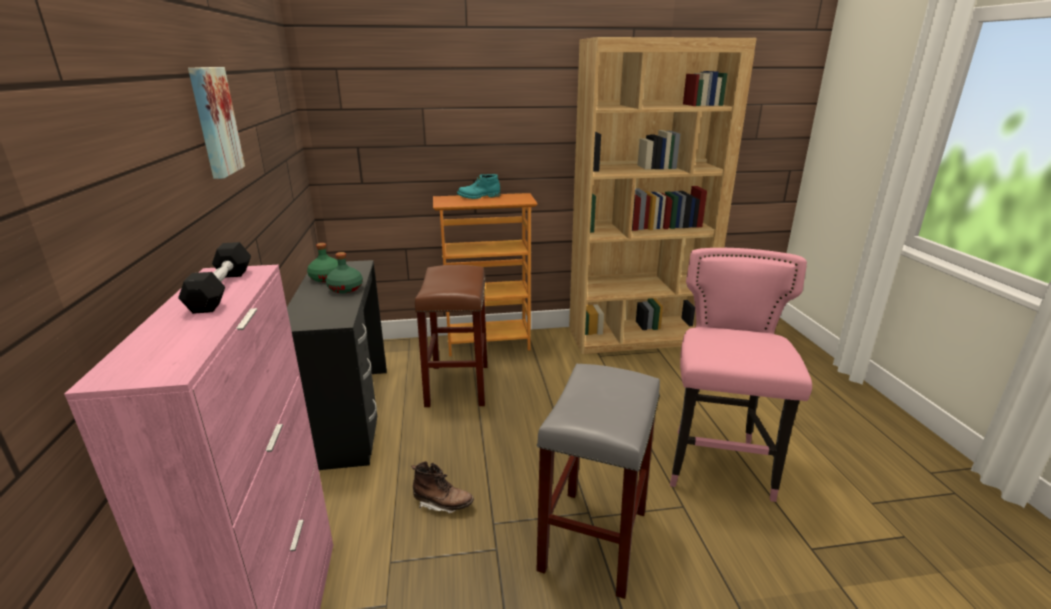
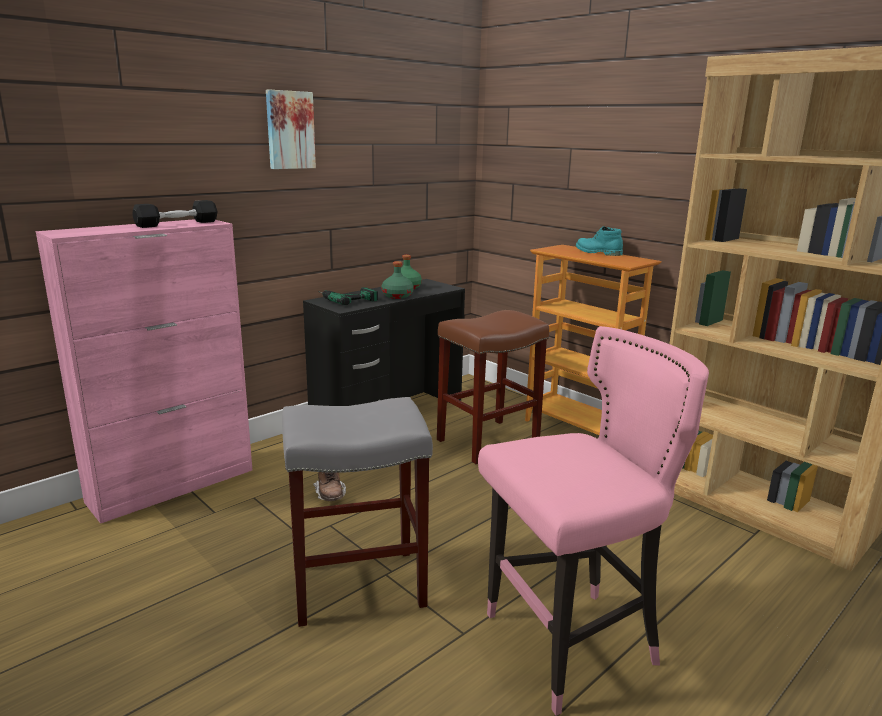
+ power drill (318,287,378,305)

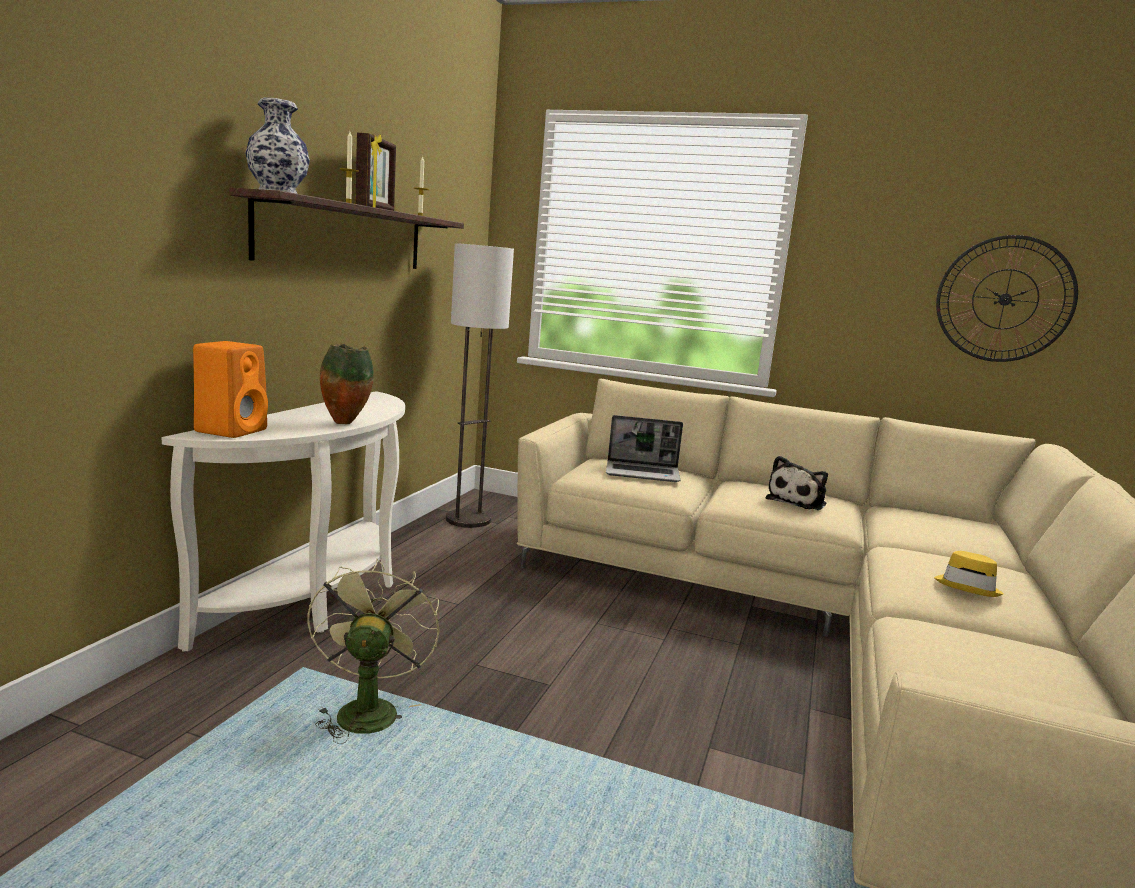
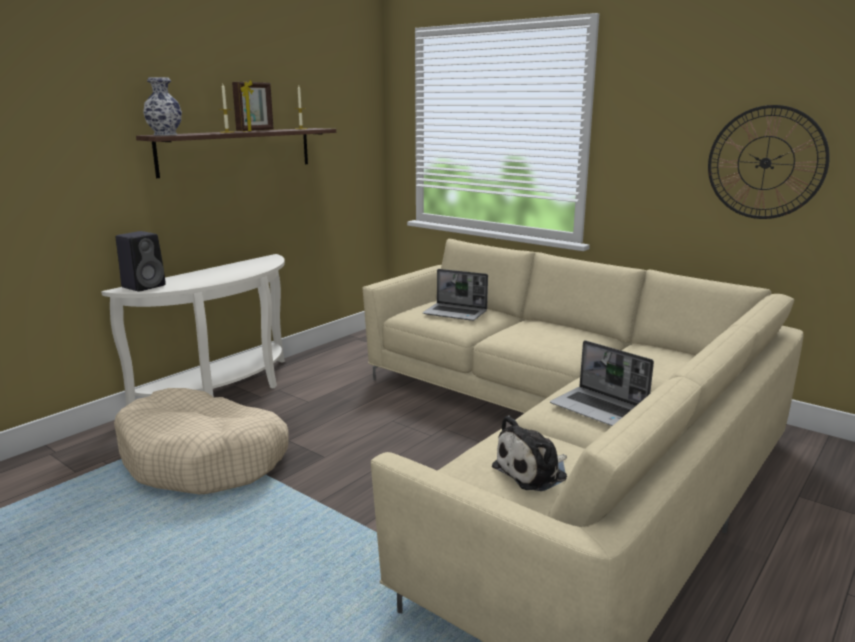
- vase (320,343,374,424)
- floor lamp (446,243,514,528)
~ plush toy (766,456,828,510) to (492,415,567,491)
~ fan (green) (308,558,440,744) to dog bed (beige) (114,388,289,494)
~ hat (yellow) (934,551,1003,597) to laptop (550,340,654,426)
~ speaker (orange) (193,341,268,438) to speaker (black) (116,231,166,292)

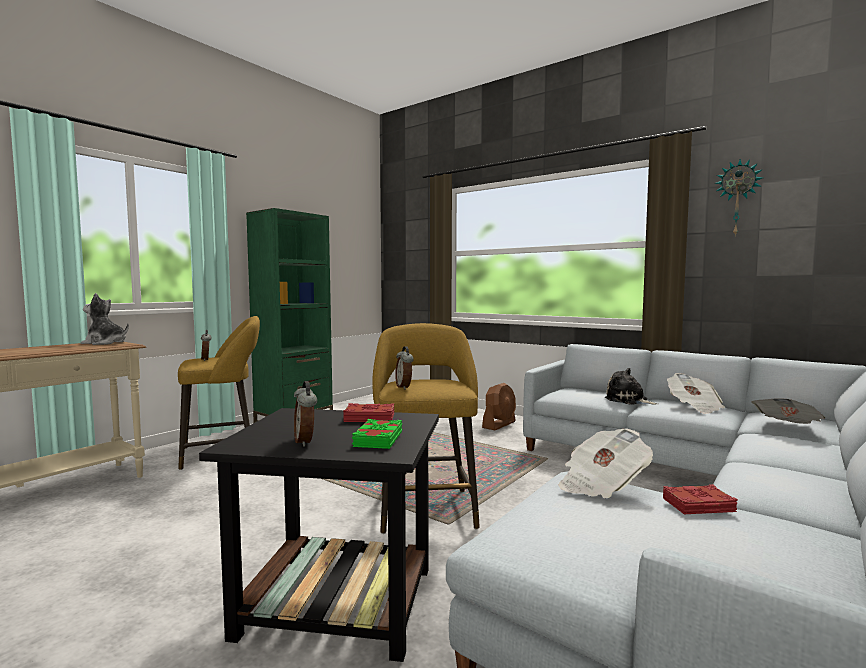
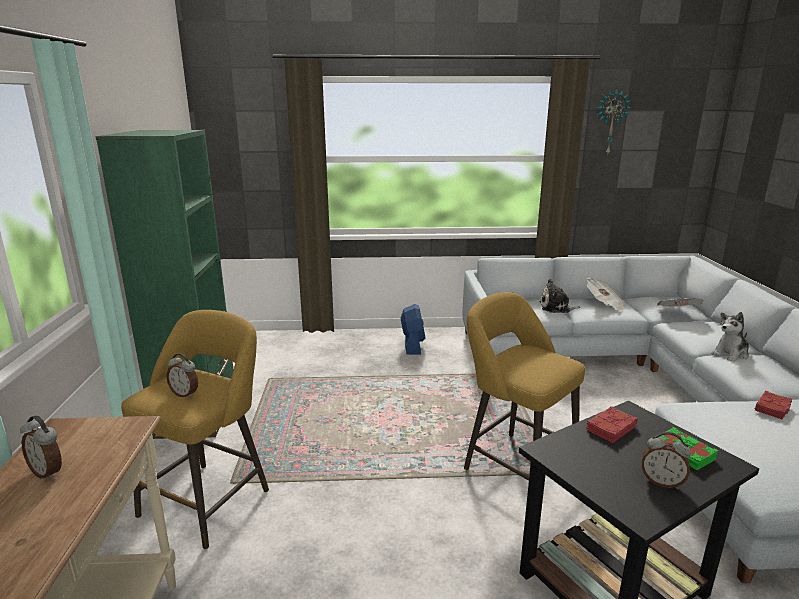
- newspaper (558,429,653,498)
~ plush toy (81,293,129,345) to (711,312,749,362)
~ alarm clock (395,346,414,390) to (20,415,62,480)
~ fan (brown) (482,383,516,430) to fan (blue) (401,304,426,355)

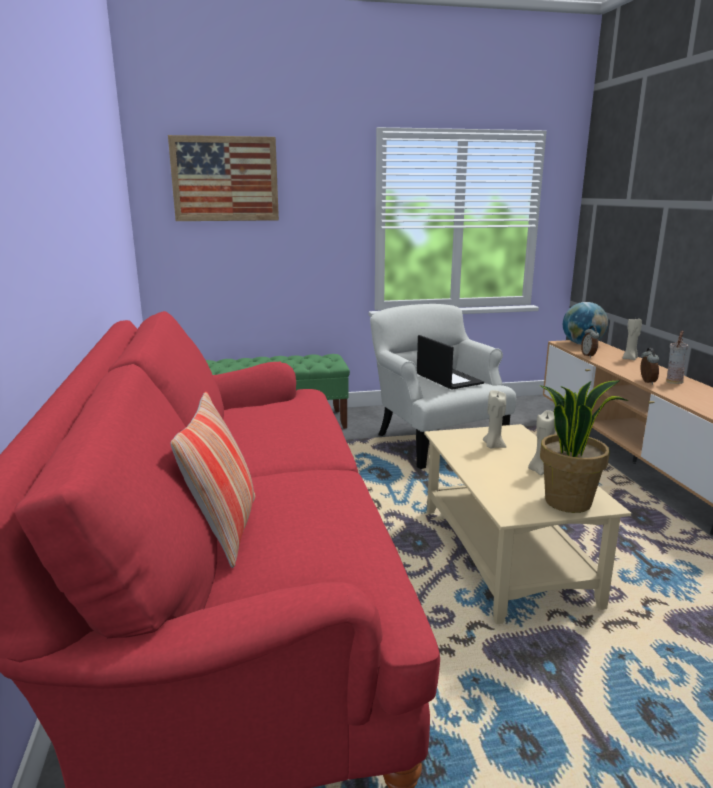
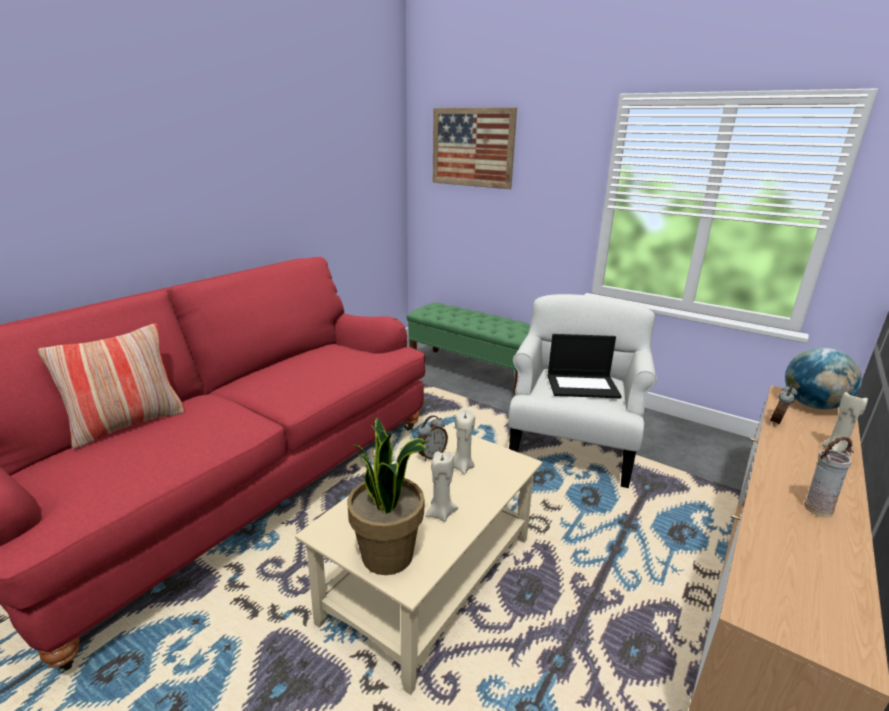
~ alarm clock (641,348,659,385) to (418,415,448,461)
~ laptop (417,335,484,390) = (548,334,622,398) 75 degrees clockwise

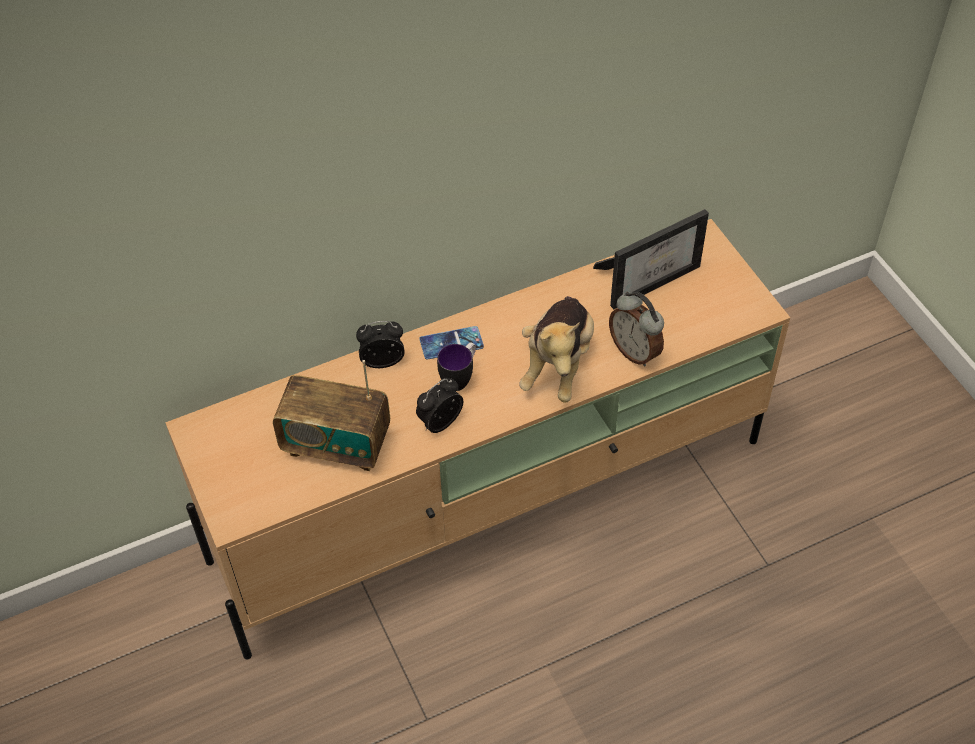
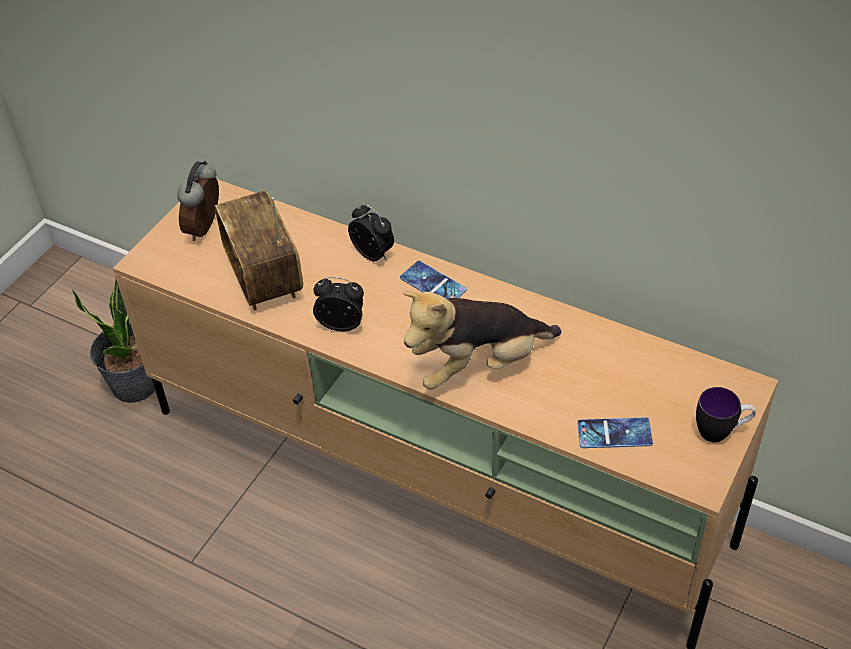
- picture frame (593,209,709,309)
+ potted plant (72,279,155,403)
+ phone (577,417,653,448)
~ mug (437,342,476,391) to (696,387,756,443)
~ alarm clock (609,292,664,367) to (177,161,219,241)

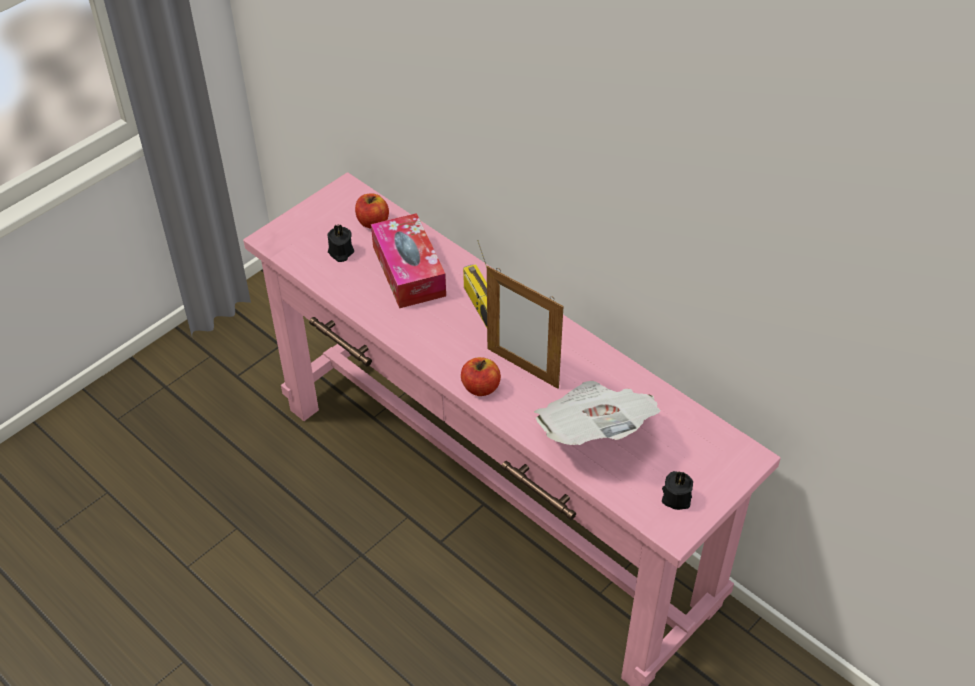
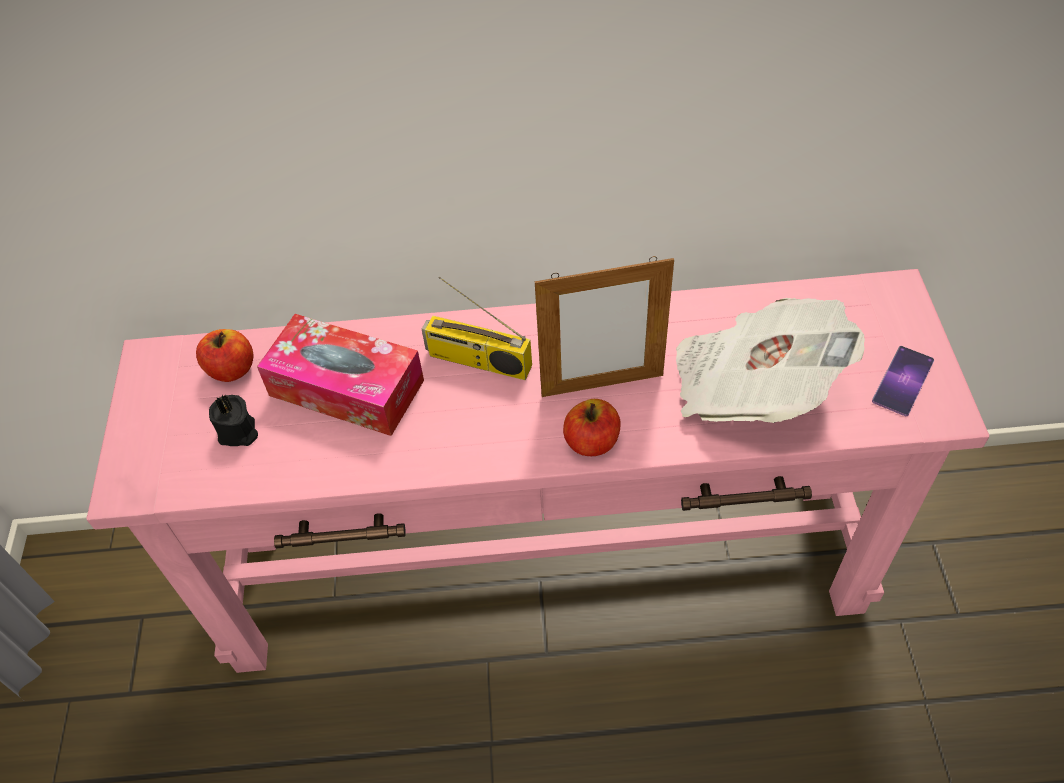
~ candle (black) (662,471,693,510) to phone (872,346,934,416)

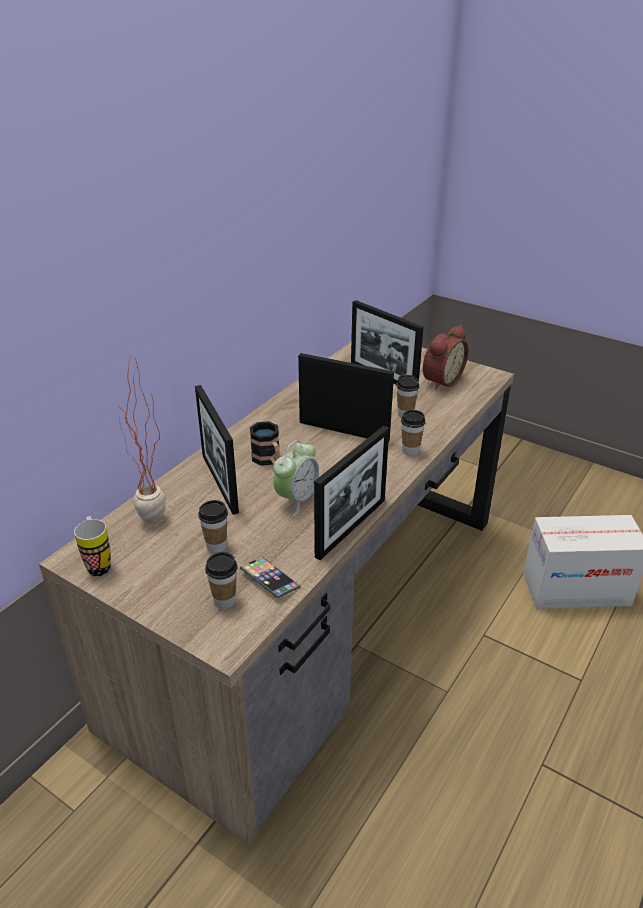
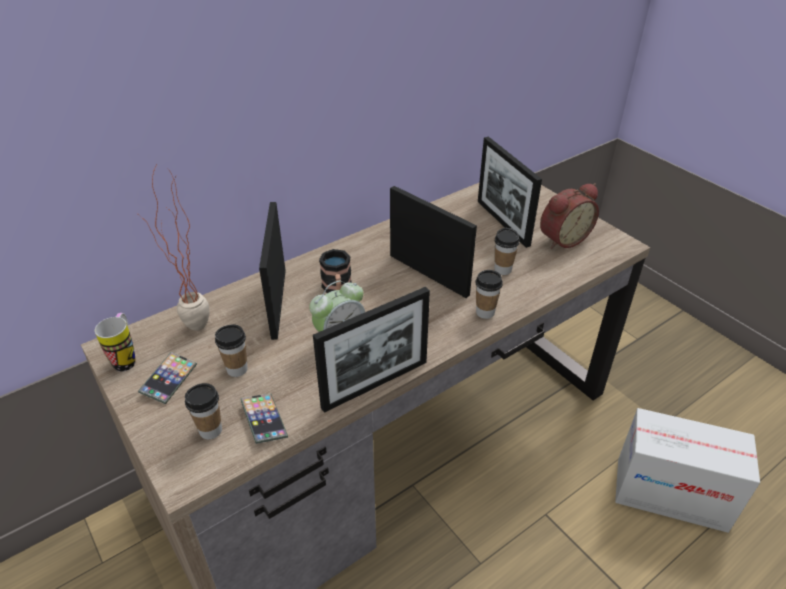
+ phone (138,352,197,404)

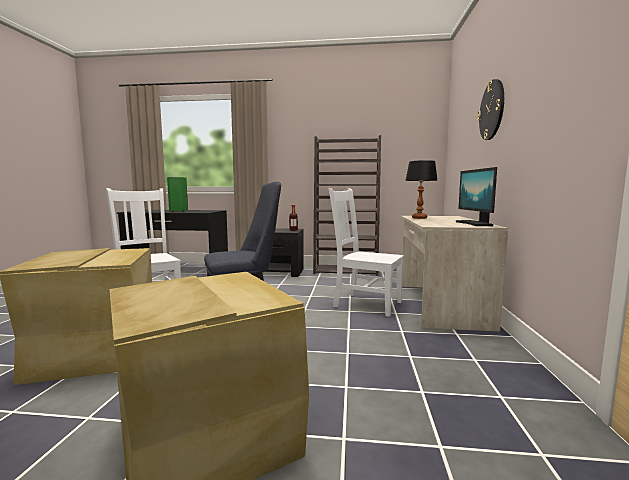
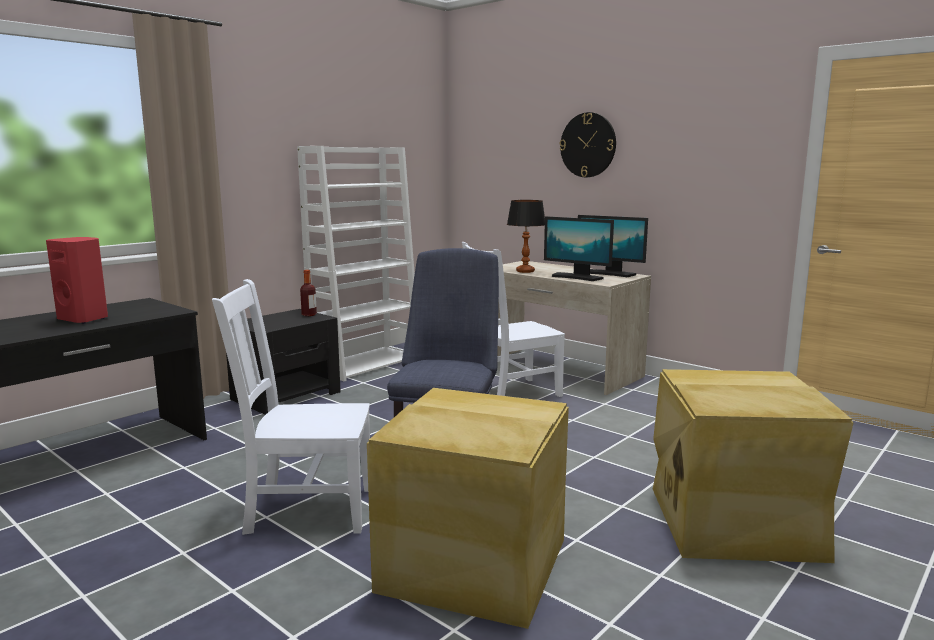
+ monitor (544,216,614,281)
~ speaker (green) (167,177,188,212) to speaker (red) (46,237,108,324)
~ bookcase (brown) (313,135,381,276) to bookcase (white) (297,146,415,381)

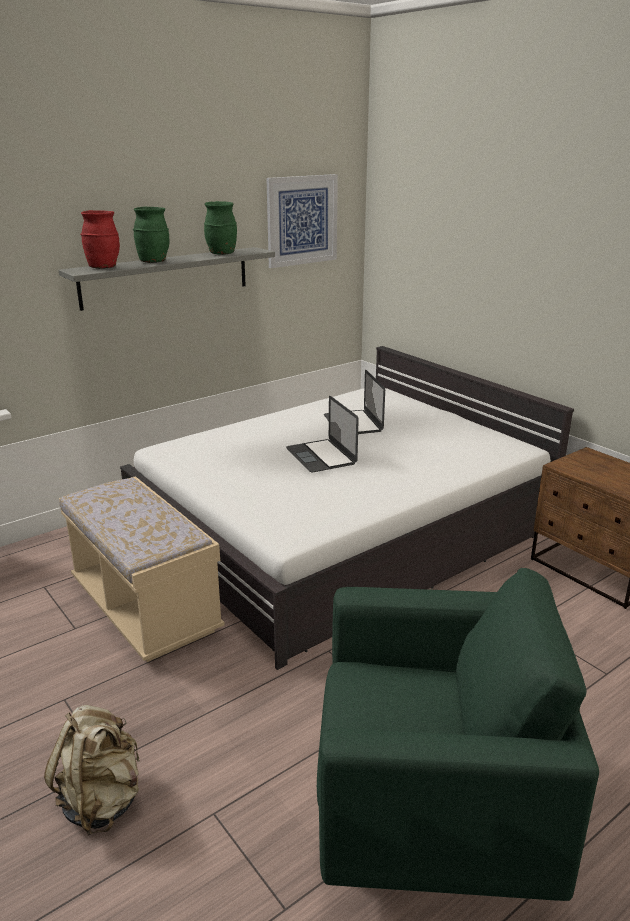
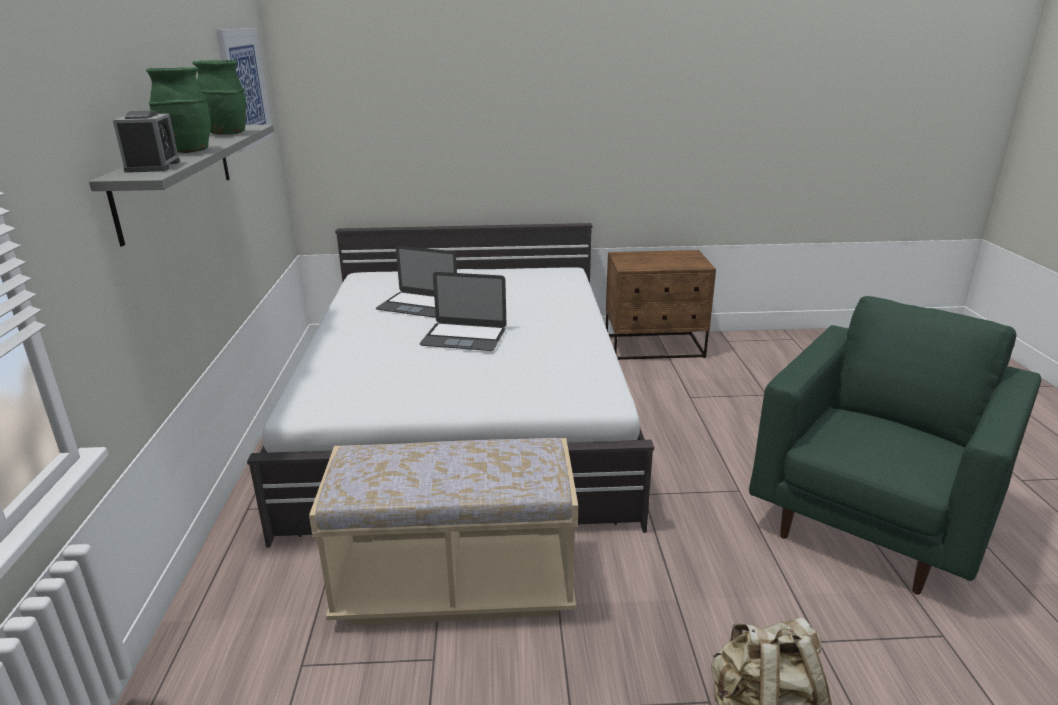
~ vase (red) (80,210,120,269) to alarm clock (113,111,180,173)

